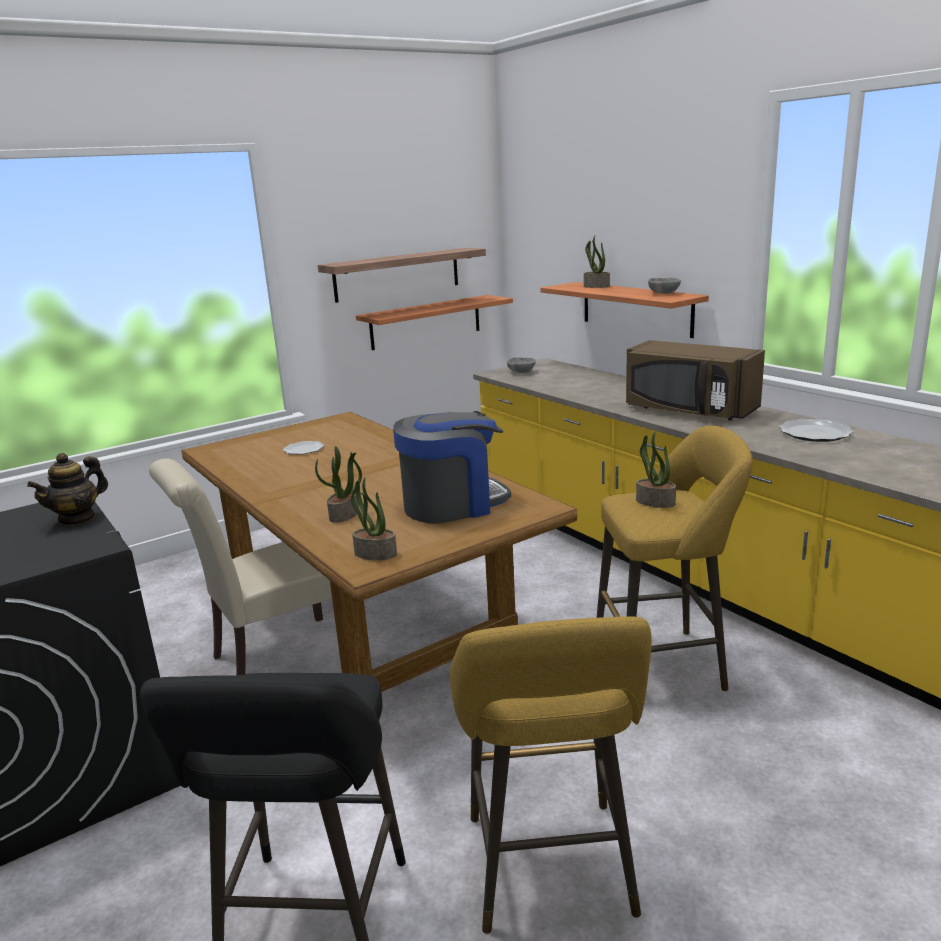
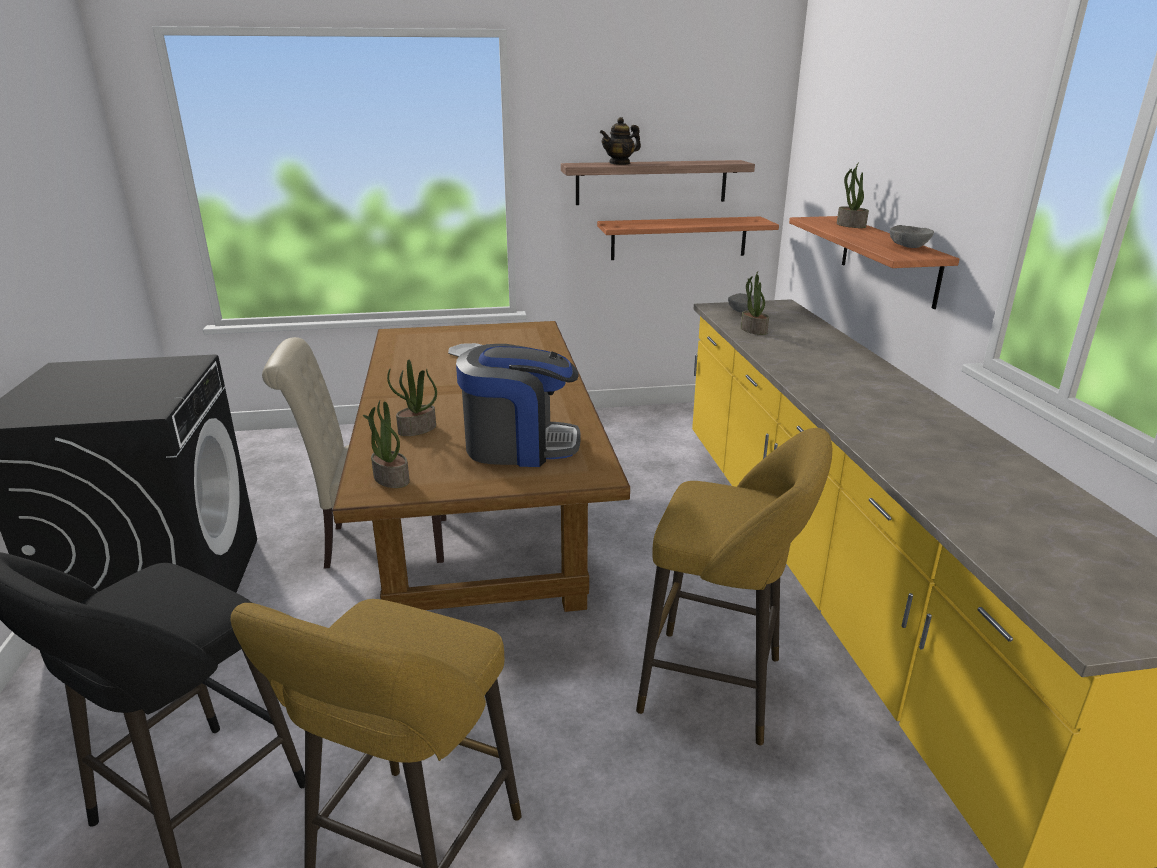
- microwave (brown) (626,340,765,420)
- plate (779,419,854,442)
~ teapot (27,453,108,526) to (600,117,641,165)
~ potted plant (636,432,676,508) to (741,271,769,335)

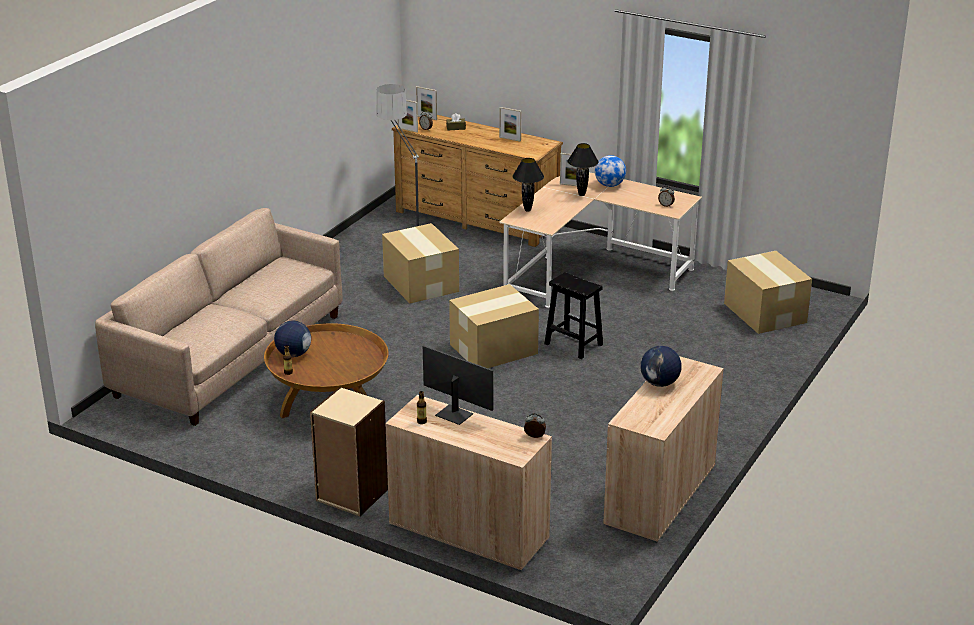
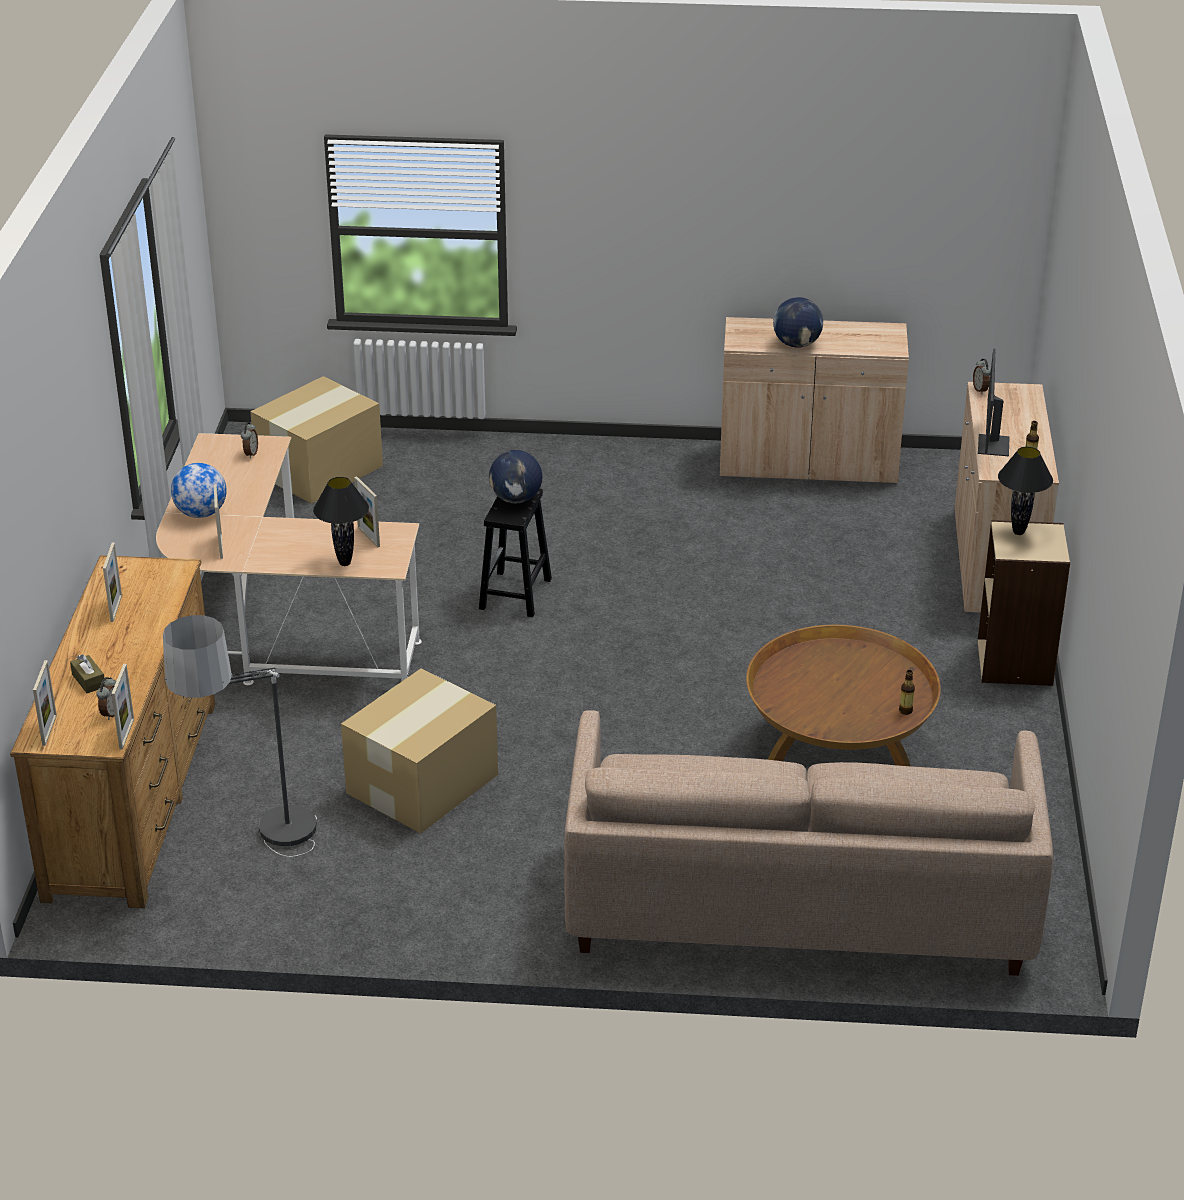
- cardboard box (449,284,539,368)
+ picture frame (354,476,380,547)
~ globe (274,321,311,357) to (489,450,542,504)
~ table lamp (black) (567,143,598,196) to (998,447,1053,535)

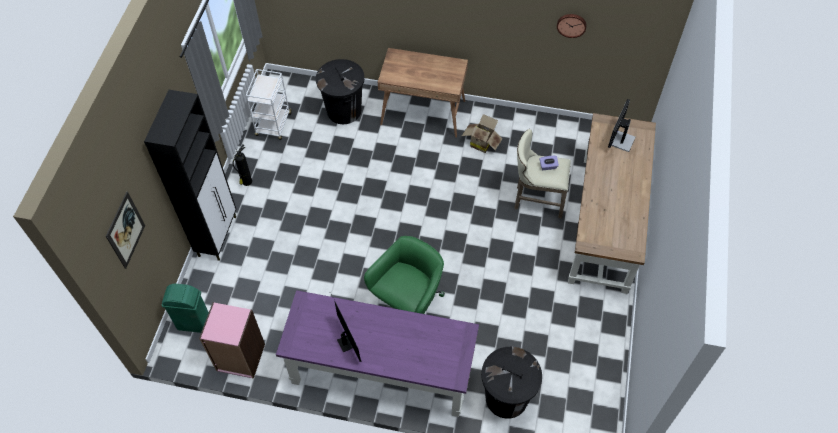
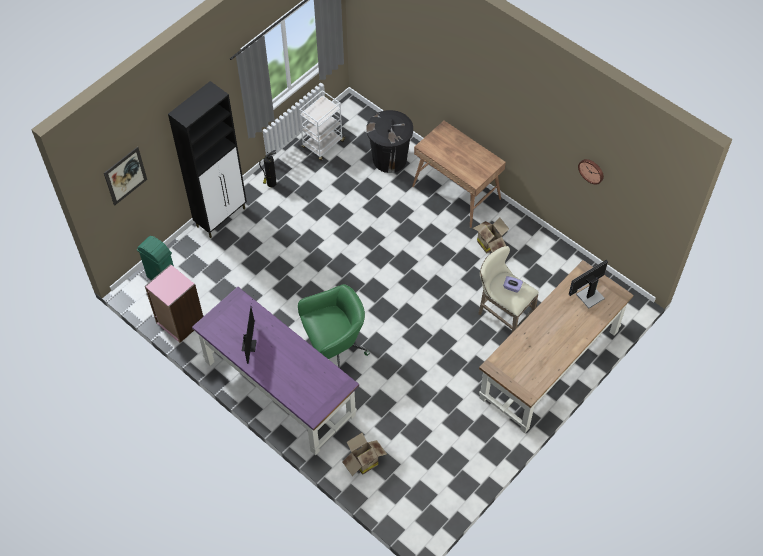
~ trash can (black) (481,347,542,419) to cardboard box (342,433,387,476)

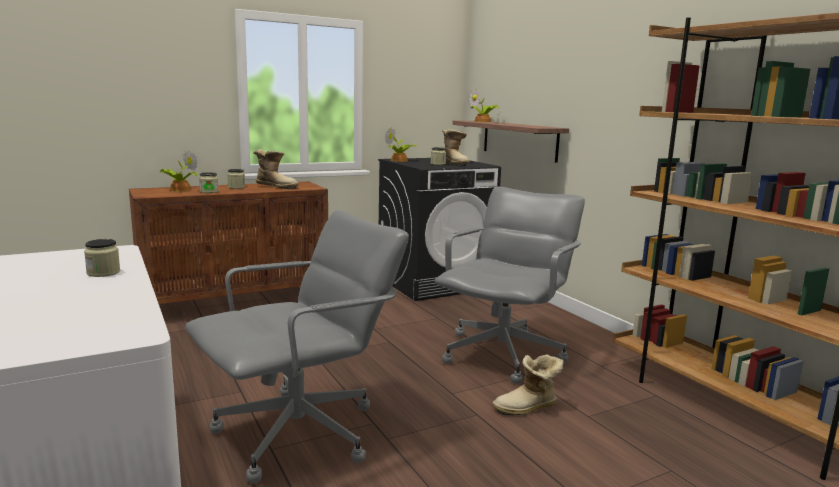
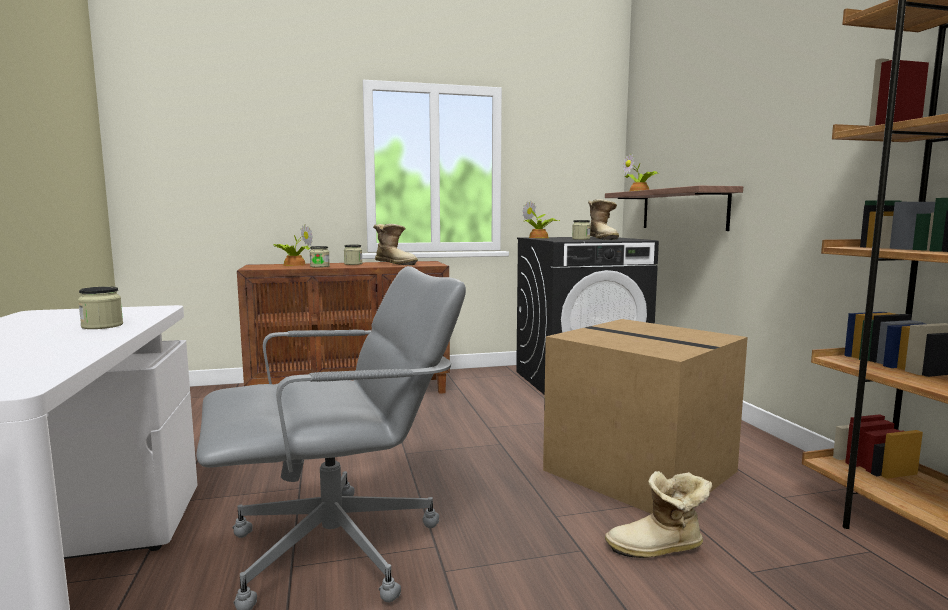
~ office chair (grey) (435,187,585,384) to cardboard box (543,319,748,514)

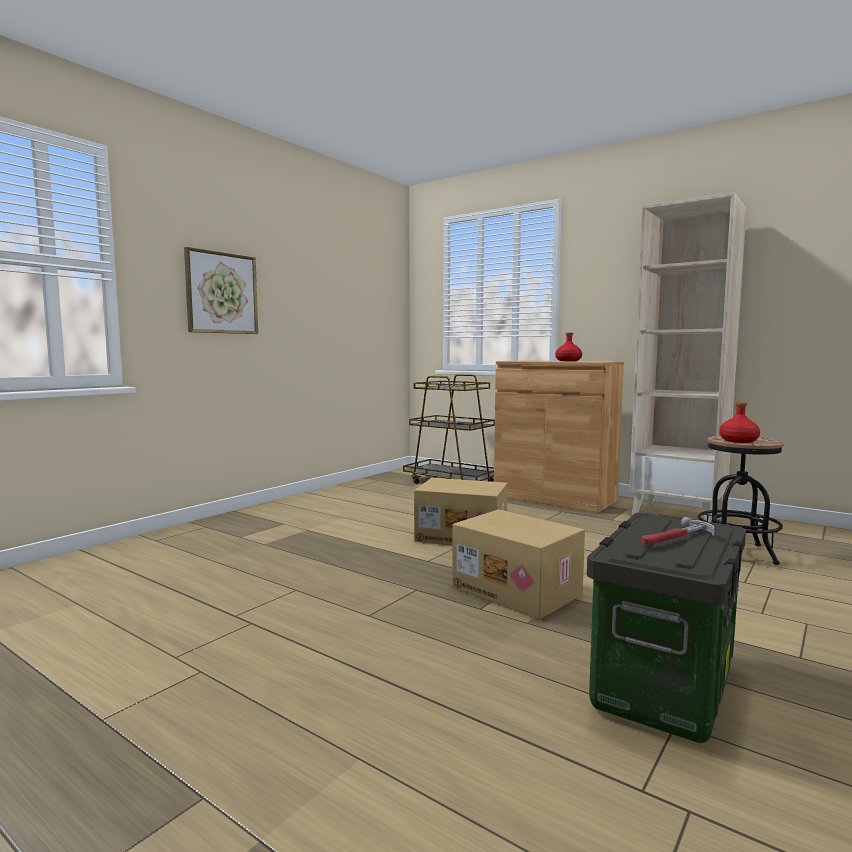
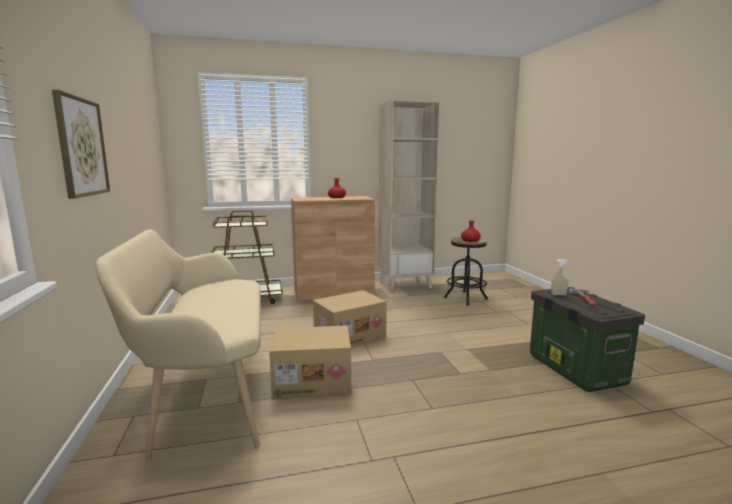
+ bench (beige) (95,230,261,459)
+ spray bottle (beige) (551,259,569,295)
~ cardboard box (452,509,585,620) to (269,326,351,398)

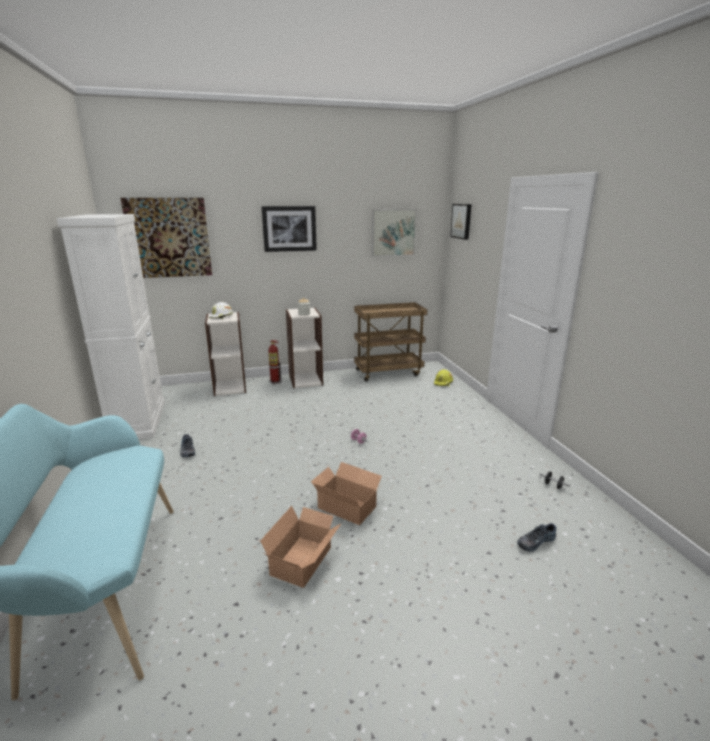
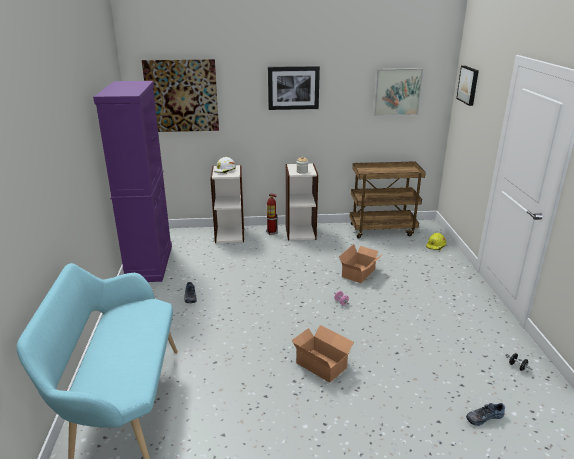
~ cardboard box (260,506,342,588) to (339,244,383,283)
~ cabinet (white) (57,214,165,440) to cabinet (purple) (93,81,172,282)

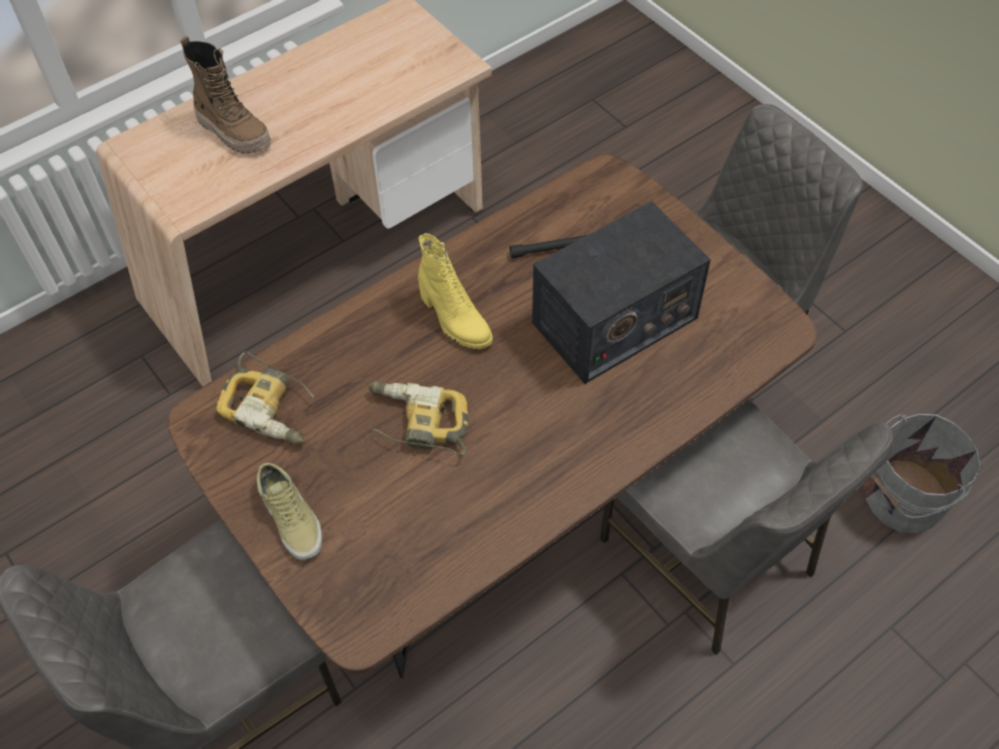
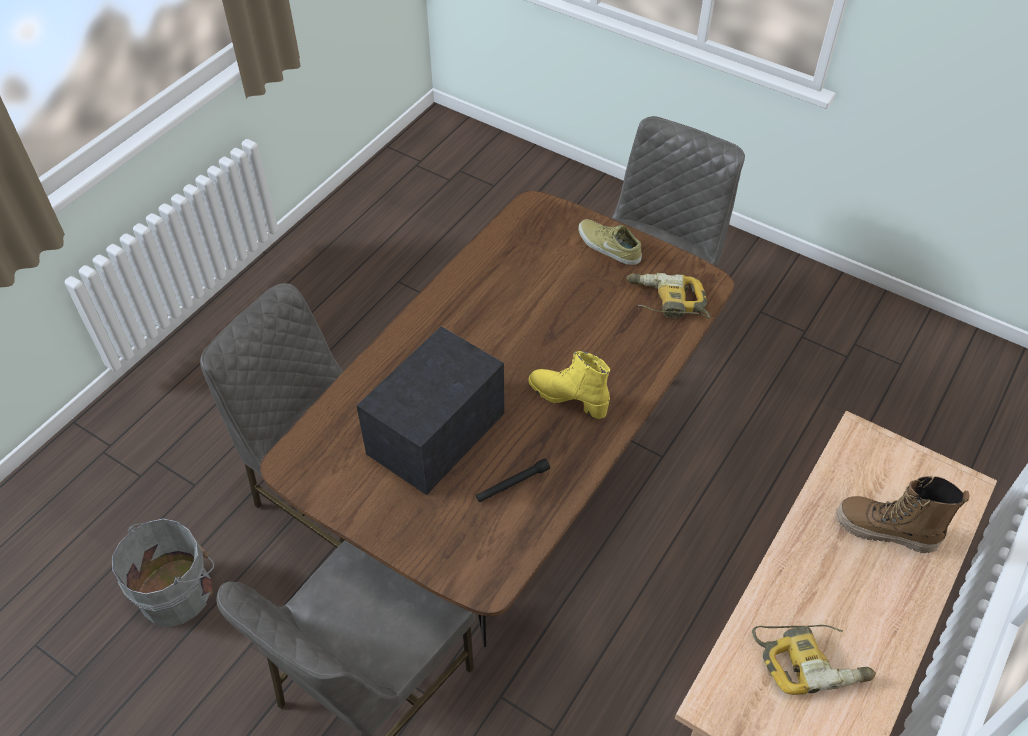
~ power drill (368,381,468,456) to (752,625,876,695)

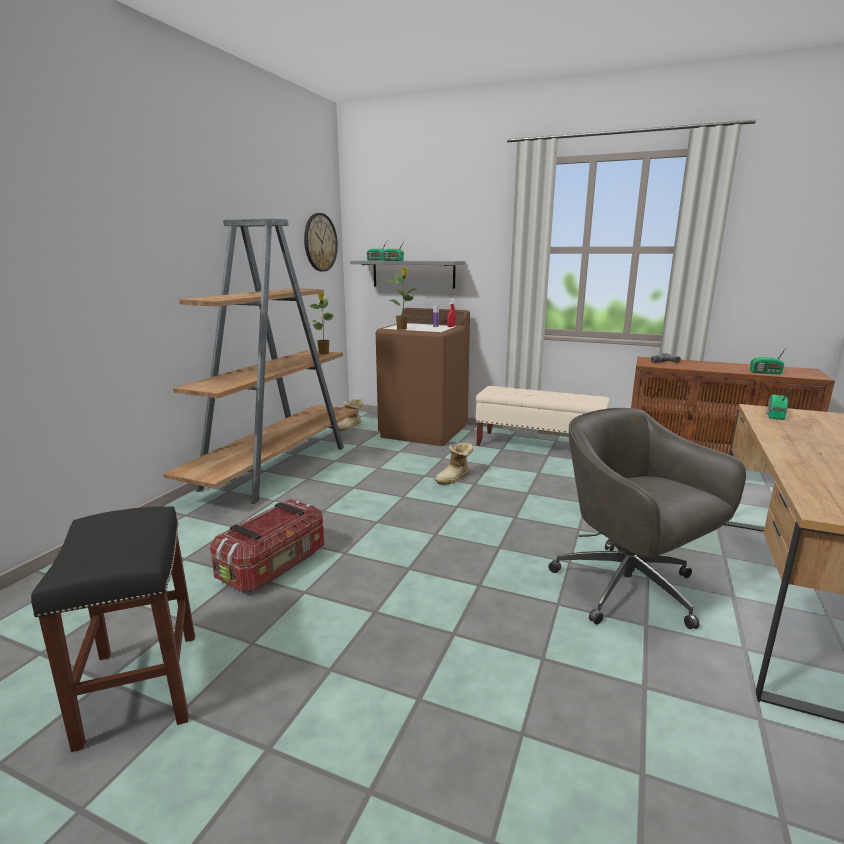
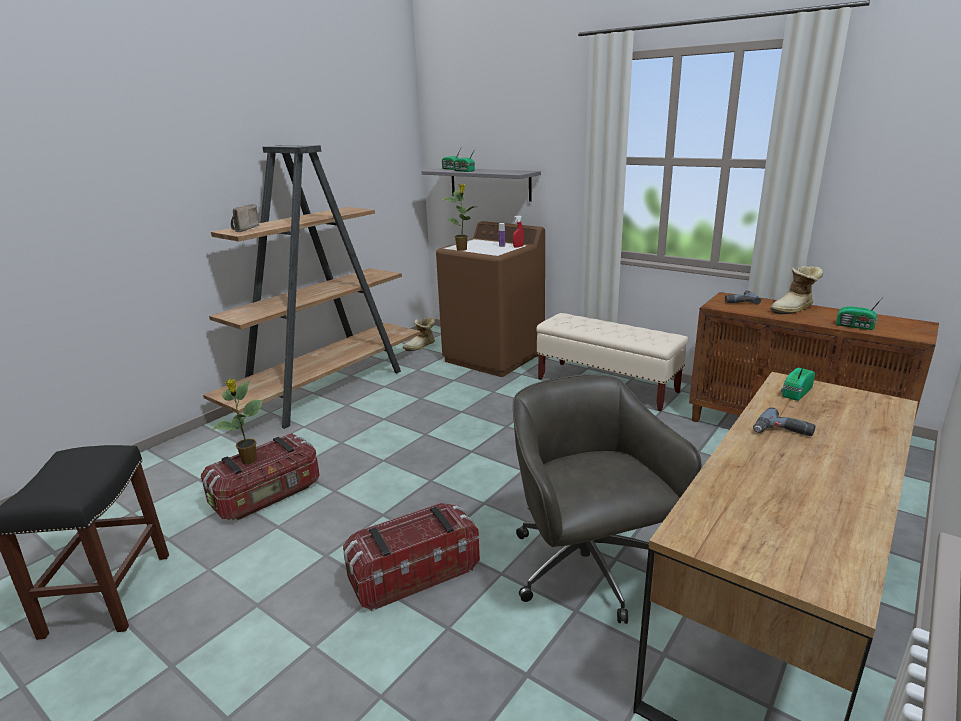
- wall clock (304,213,338,271)
+ radio (231,204,259,232)
+ storage box (343,503,480,611)
+ power drill (753,407,816,436)
~ potted plant (310,293,334,354) to (213,379,263,465)
~ boot (435,442,473,485) to (770,266,823,314)

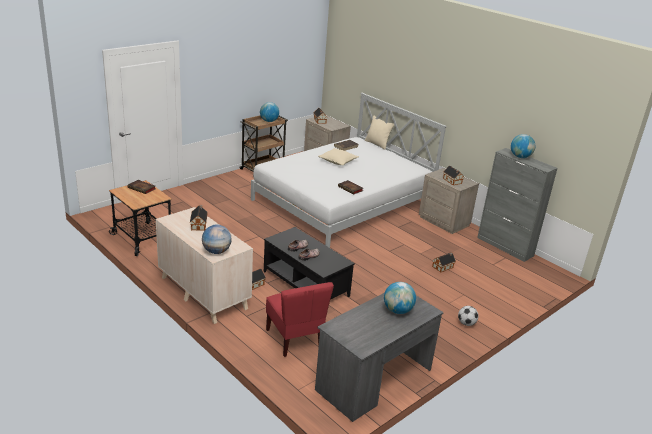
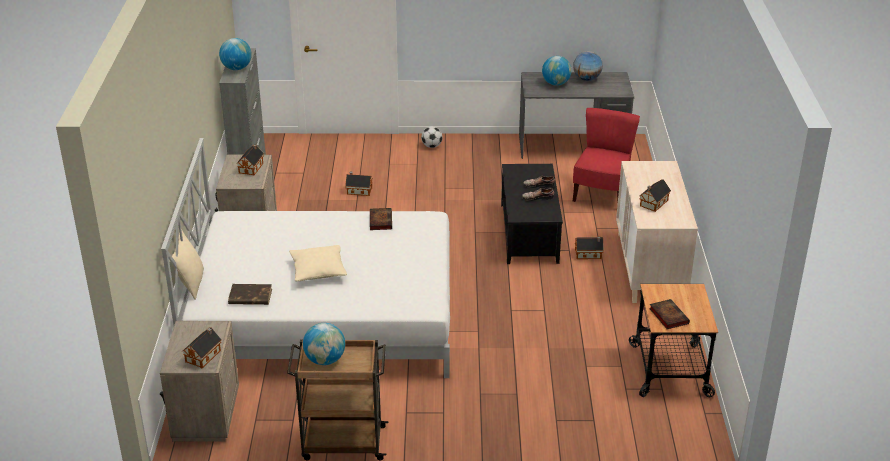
~ globe (202,225,232,254) to (573,51,603,81)

